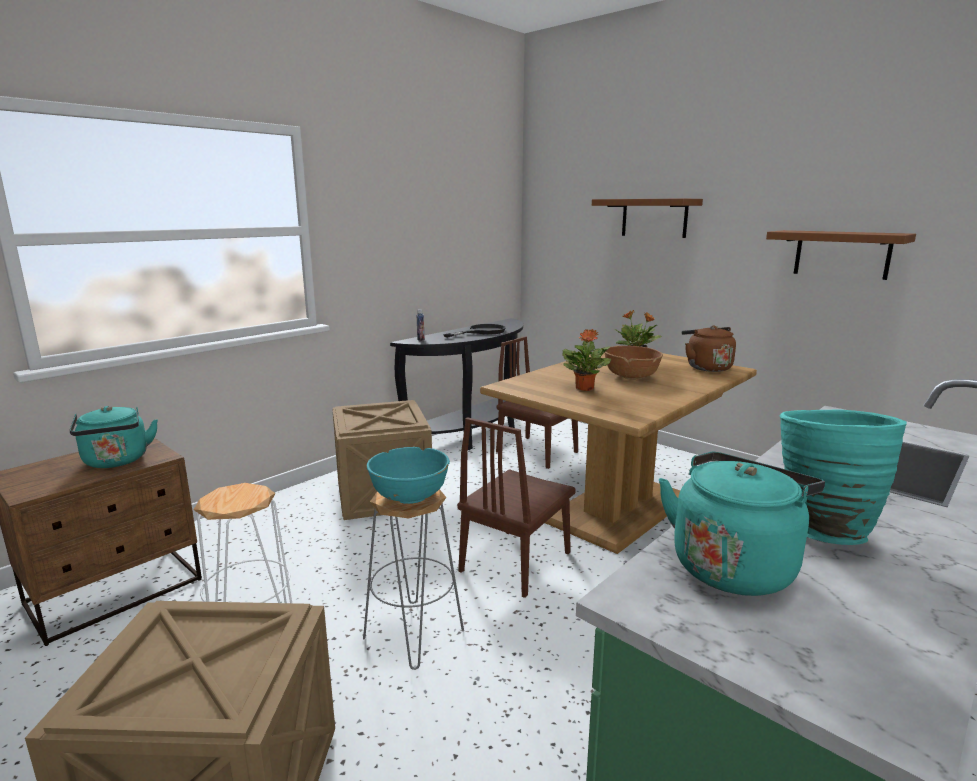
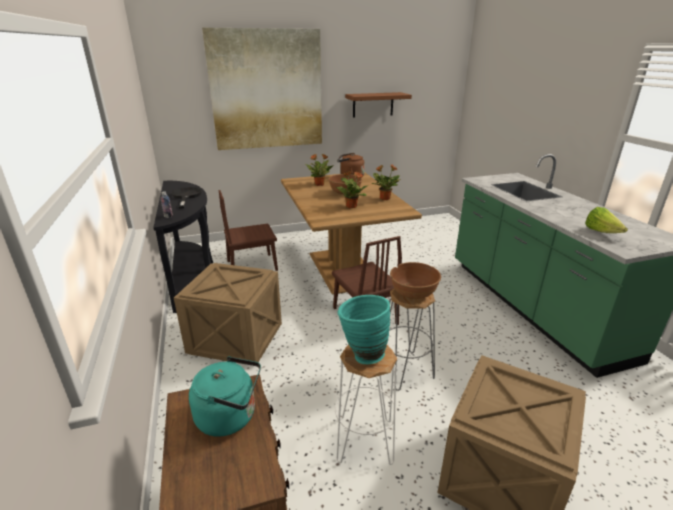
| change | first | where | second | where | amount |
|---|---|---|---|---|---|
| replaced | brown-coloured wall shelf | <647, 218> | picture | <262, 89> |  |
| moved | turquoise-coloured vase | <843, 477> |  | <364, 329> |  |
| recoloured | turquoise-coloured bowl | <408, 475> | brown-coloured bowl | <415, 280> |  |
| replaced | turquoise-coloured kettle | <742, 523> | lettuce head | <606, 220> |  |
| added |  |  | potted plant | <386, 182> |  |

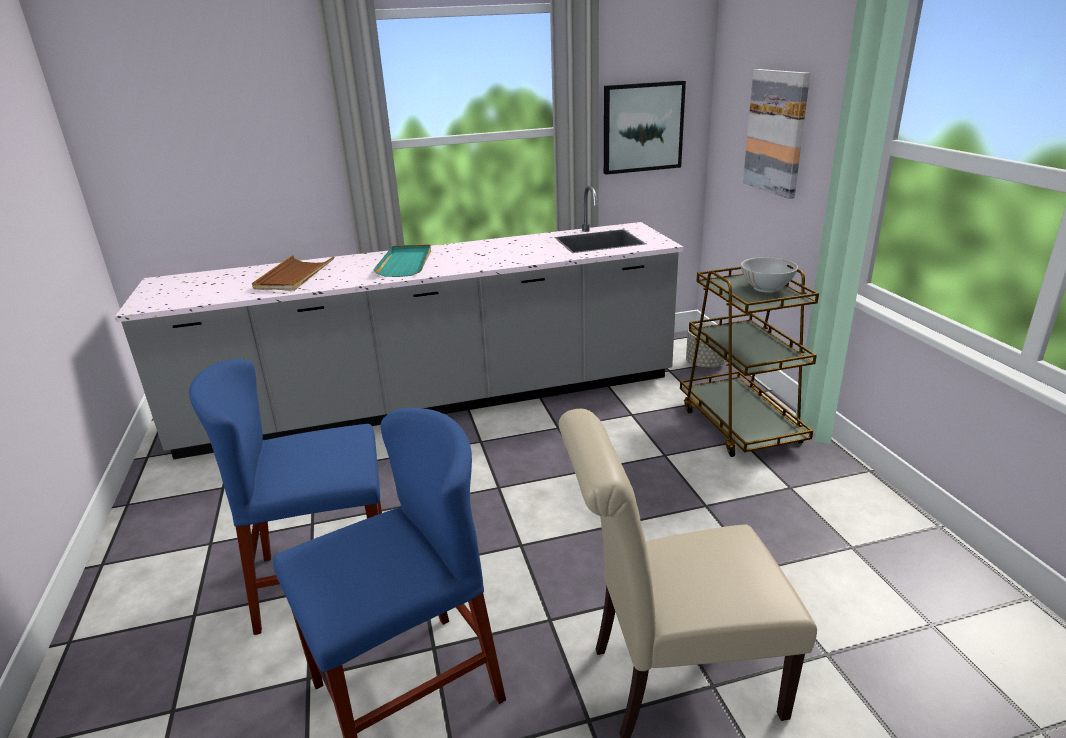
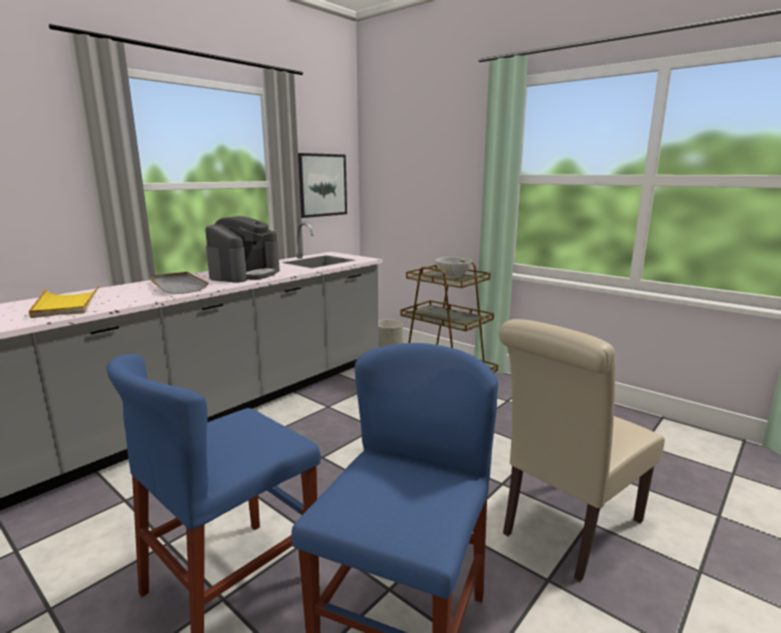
| change | first | where | second | where | amount |
|---|---|---|---|---|---|
| removed | picture | <776, 134> |  |  |  |
| recoloured | turquoise-coloured carrying tray | <402, 260> | greyish carrying tray | <179, 283> |  |
| recoloured | brown-coloured carrying tray | <293, 273> | yellow carrying tray | <64, 301> |  |
| added |  |  | coffee maker | <242, 249> |  |

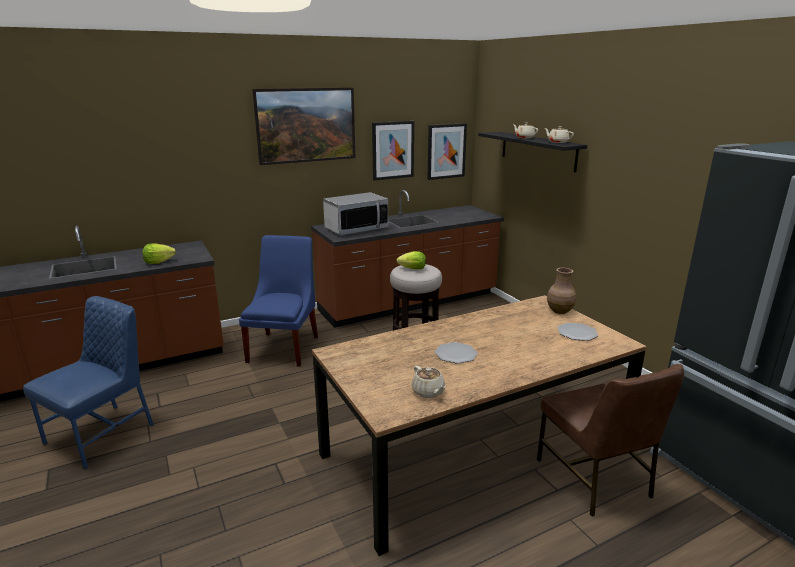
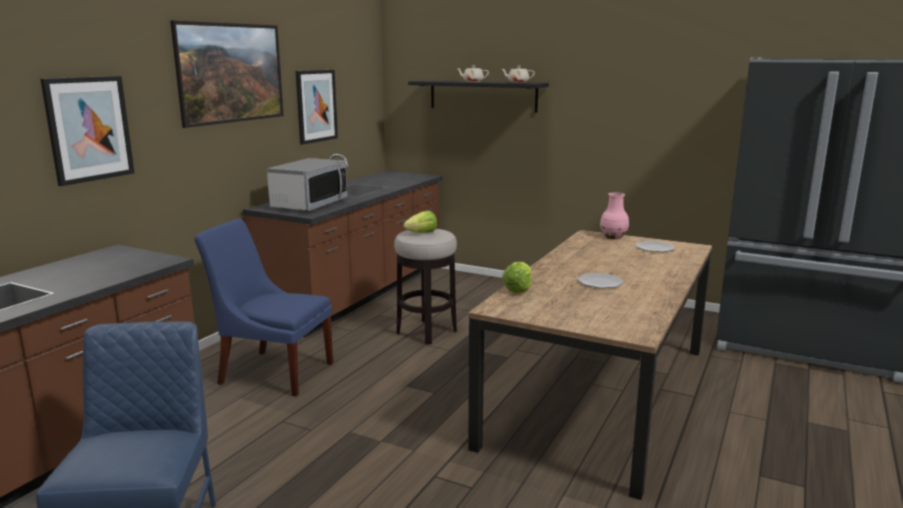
| change | first | where | second | where | amount |
|---|---|---|---|---|---|
| moved | picture | <447, 151> |  | <87, 131> |  |
| turned | bluish chair | <278, 301> |  | <264, 308> | 45 degrees counterclockwise |
| moved | lettuce head | <159, 253> |  | <517, 277> |  |
| recoloured | brown-coloured vase | <561, 291> | pink vase | <614, 216> |  |
| removed | brown-coloured chair | <610, 440> |  |  |  |
| removed | beige-coloured teapot | <428, 382> |  |  |  |

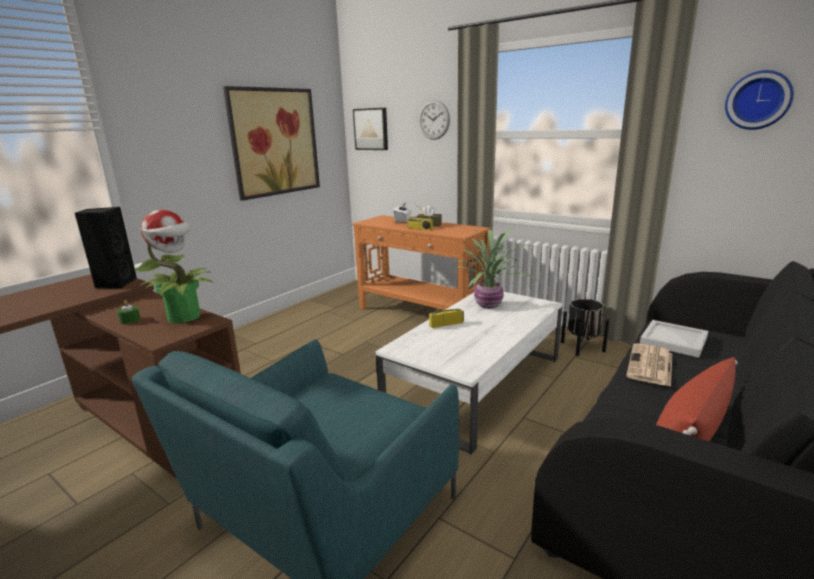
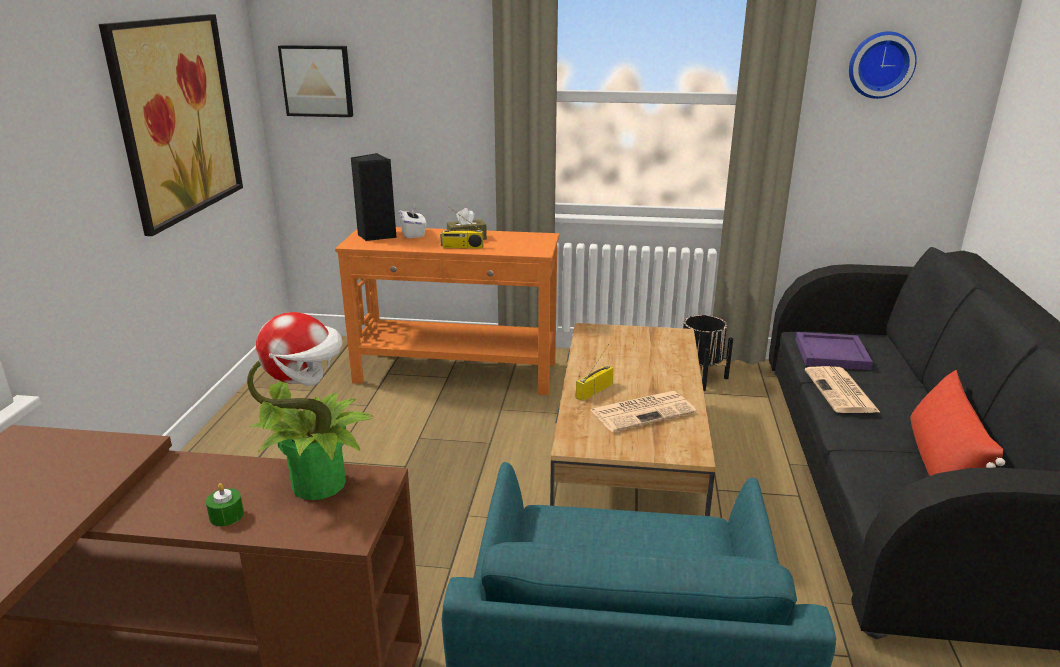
| change | first | where | second | where | amount |
|---|---|---|---|---|---|
| removed | wall clock | <434, 120> |  |  |  |
| moved | black-coloured loudspeaker | <106, 248> |  | <374, 197> |  |
| removed | potted plant | <494, 268> |  |  |  |
| recoloured | whitish low table | <469, 373> | brown-coloured low table | <633, 419> |  |
| recoloured | whitish carrying tray | <674, 339> | purple carrying tray | <834, 351> |  |
| added |  |  | newspaper | <643, 411> |  |

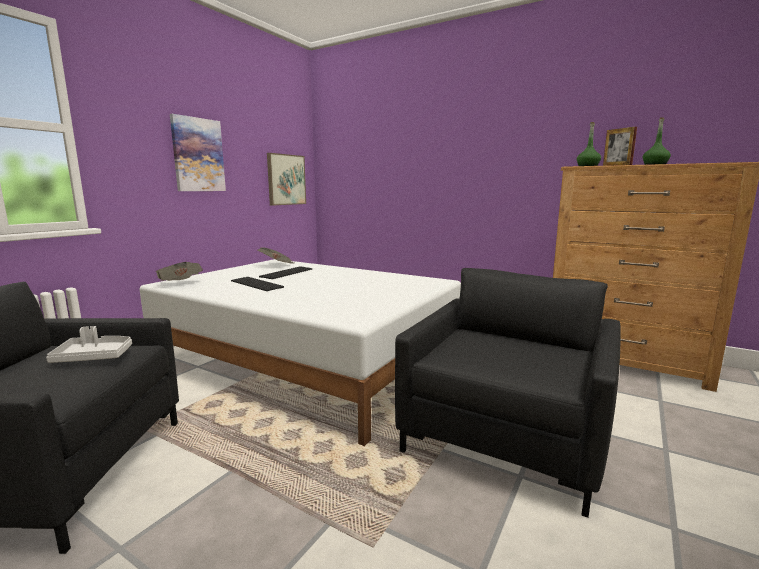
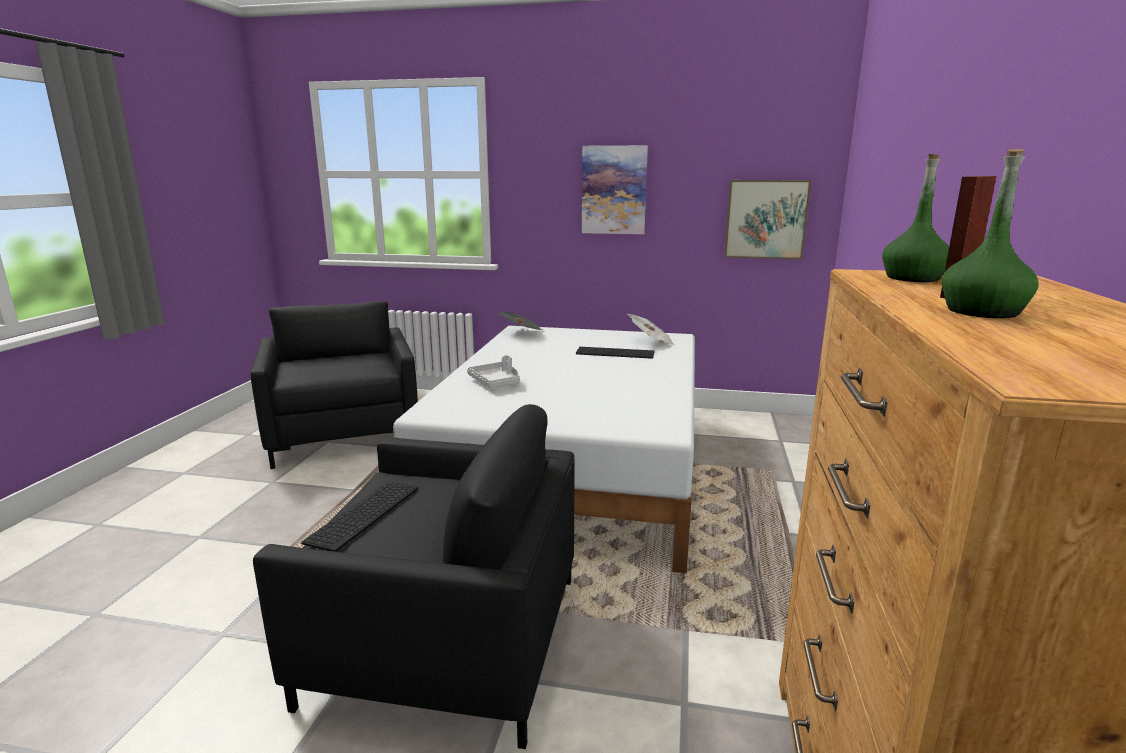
| change | first | where | second | where | amount |
|---|---|---|---|---|---|
| moved | keyboard | <257, 284> |  | <360, 516> |  |
| moved | greyish carrying tray | <89, 344> |  | <493, 371> |  |

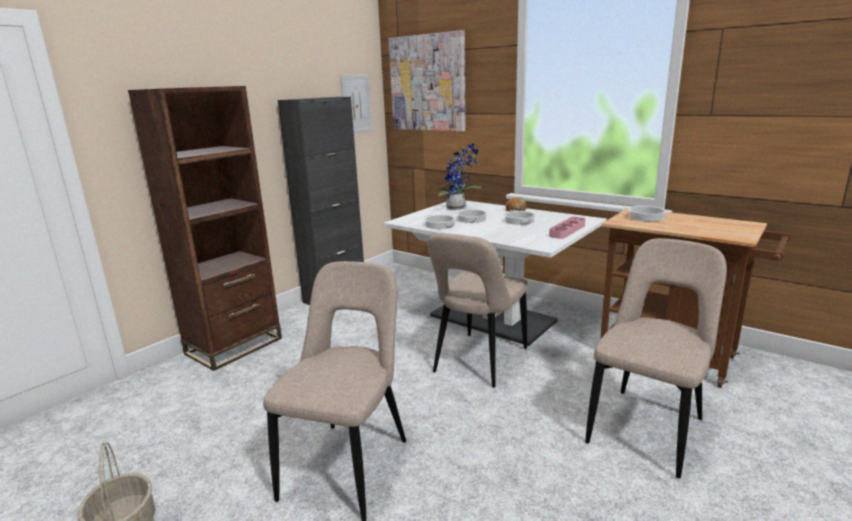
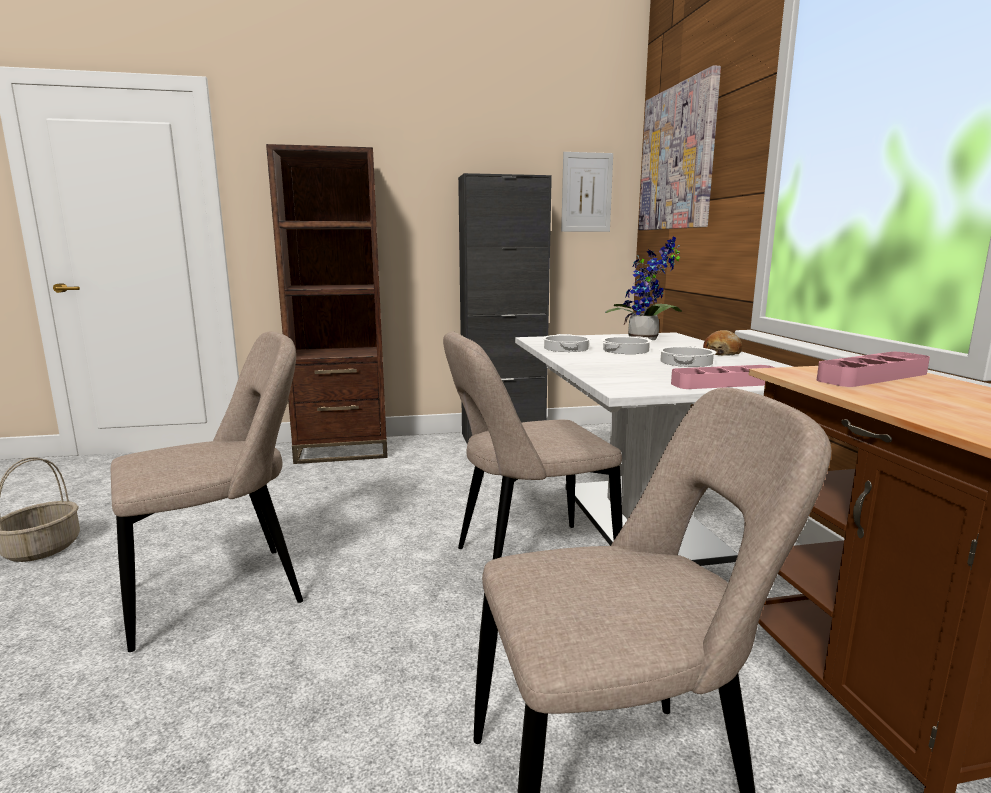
| change | first | where | second | where | amount |
|---|---|---|---|---|---|
| replaced | cooking pot | <647, 213> | pink carrying tray | <873, 369> |  |

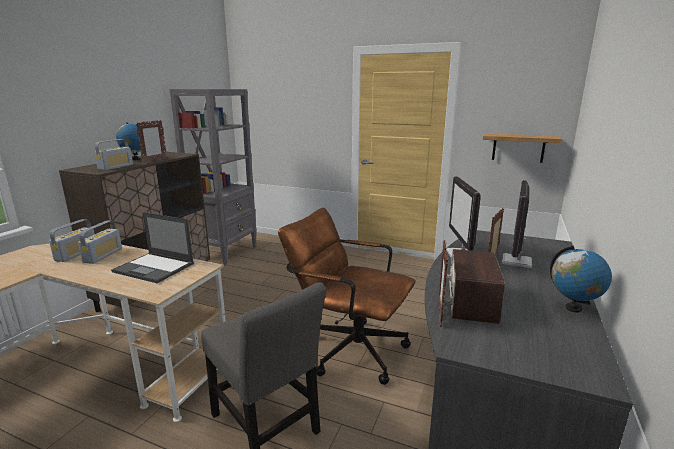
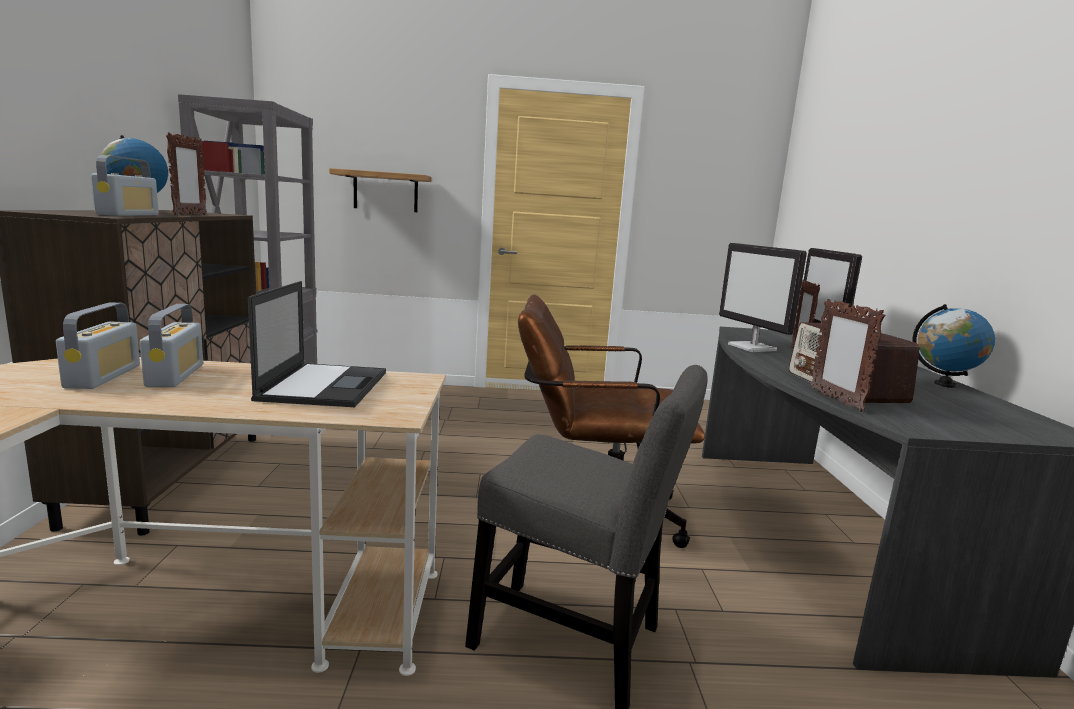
| change | first | where | second | where | amount |
|---|---|---|---|---|---|
| moved | wall shelf | <522, 148> |  | <380, 190> |  |
| turned | notebook computer | <152, 247> |  | <317, 344> | 90 degrees counterclockwise |

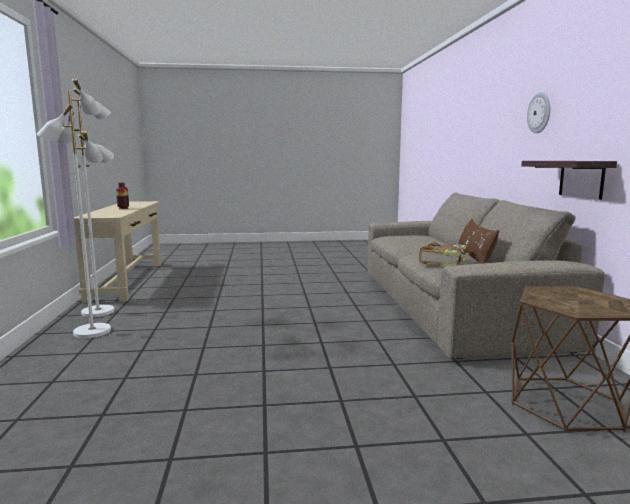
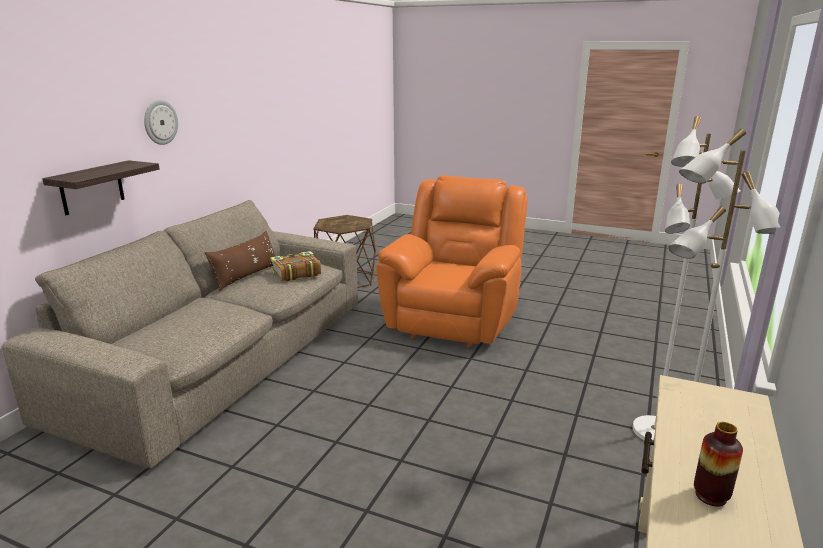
| change | first | where | second | where | amount |
|---|---|---|---|---|---|
| moved | wall shelf | <569, 180> |  | <101, 187> |  |
| added |  |  | orange easy chair | <452, 261> |  |

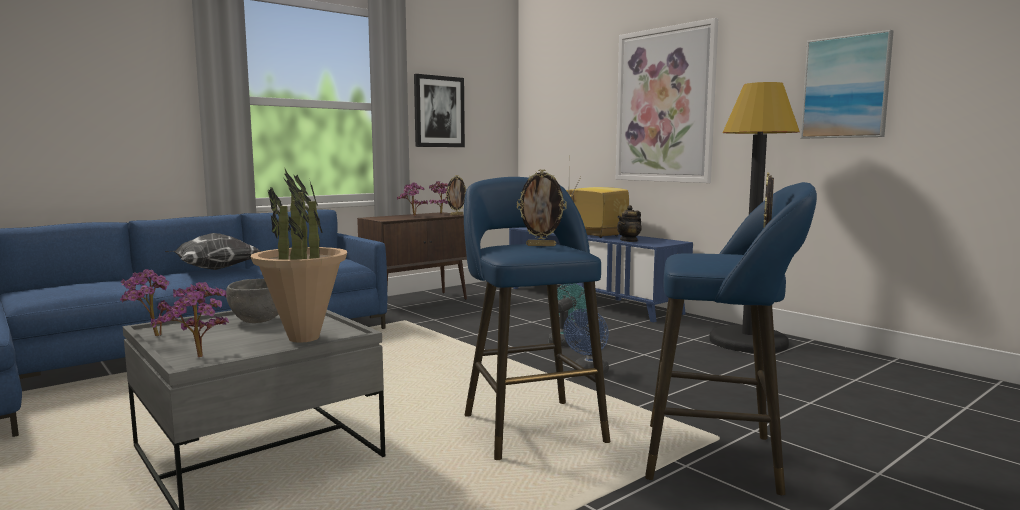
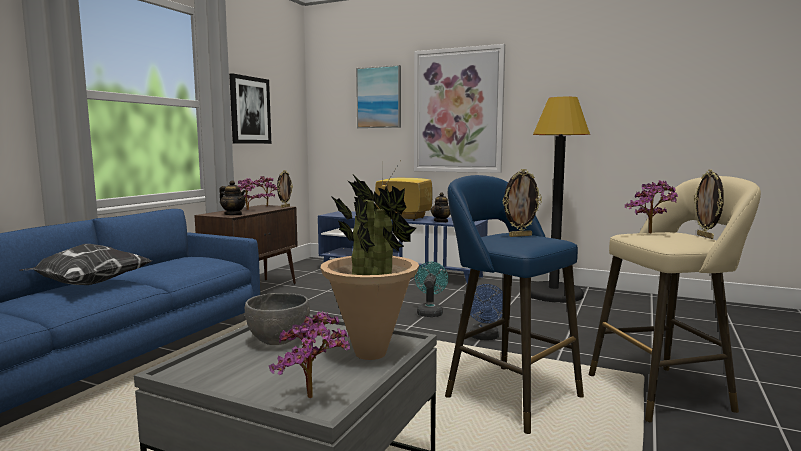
| change | first | where | second | where | amount |
|---|---|---|---|---|---|
| moved | picture | <847, 84> |  | <378, 96> |  |
| recoloured | bluish stool | <731, 338> | beige-coloured stool | <675, 299> |  |
| moved | potted plant | <149, 302> |  | <651, 207> |  |
| added |  |  | teapot | <232, 197> |  |

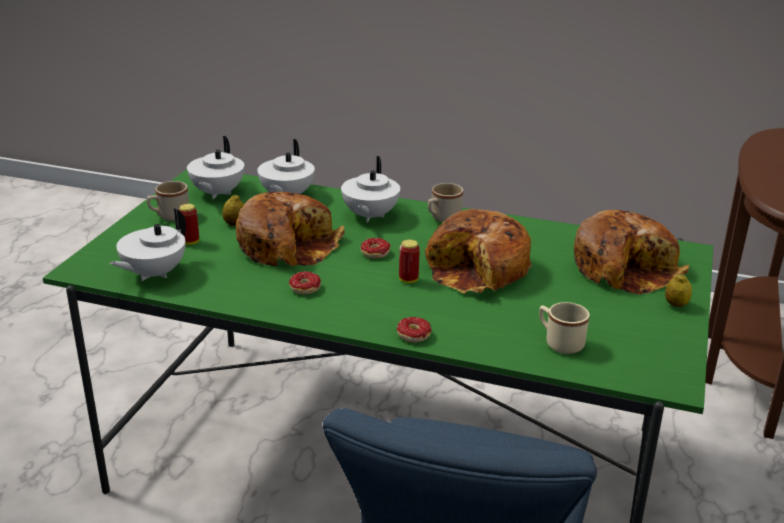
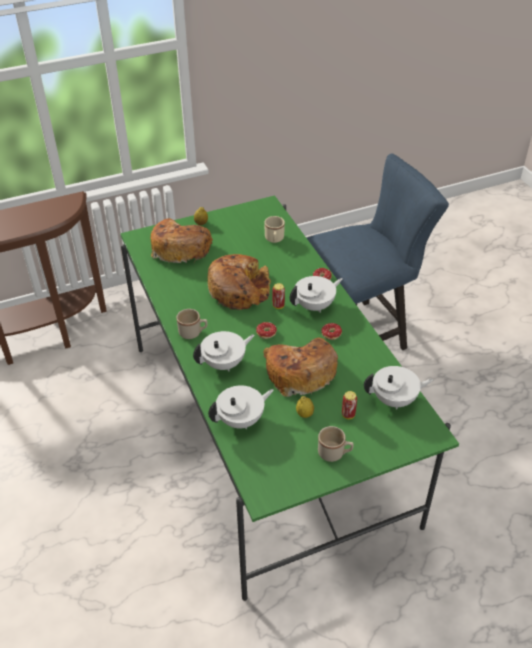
| change | first | where | second | where | amount |
|---|---|---|---|---|---|
| moved | whitish teapot | <215, 168> |  | <316, 294> |  |

